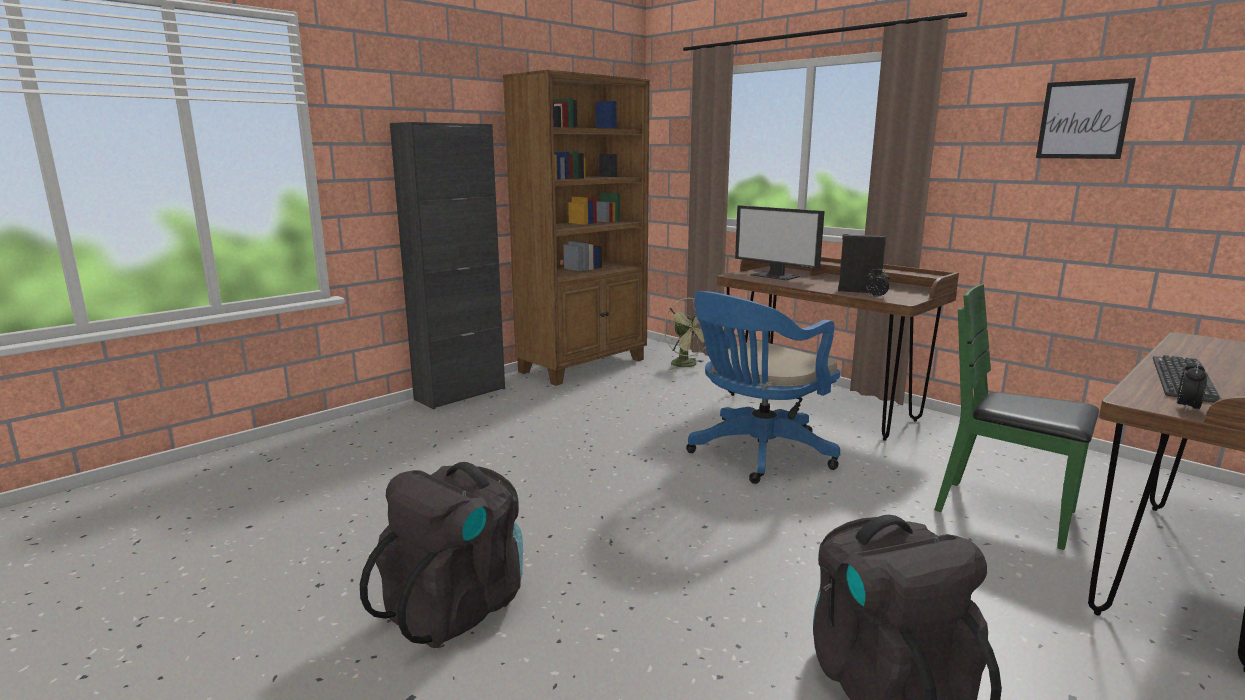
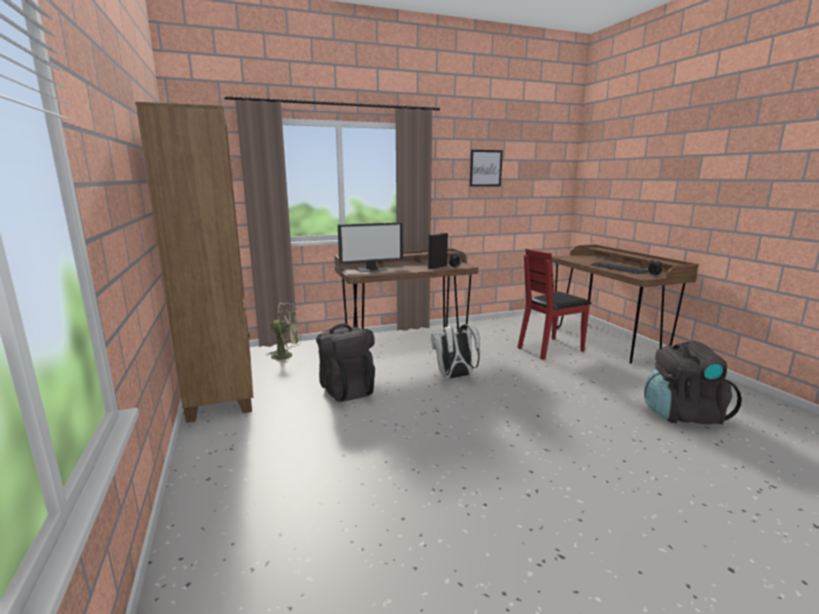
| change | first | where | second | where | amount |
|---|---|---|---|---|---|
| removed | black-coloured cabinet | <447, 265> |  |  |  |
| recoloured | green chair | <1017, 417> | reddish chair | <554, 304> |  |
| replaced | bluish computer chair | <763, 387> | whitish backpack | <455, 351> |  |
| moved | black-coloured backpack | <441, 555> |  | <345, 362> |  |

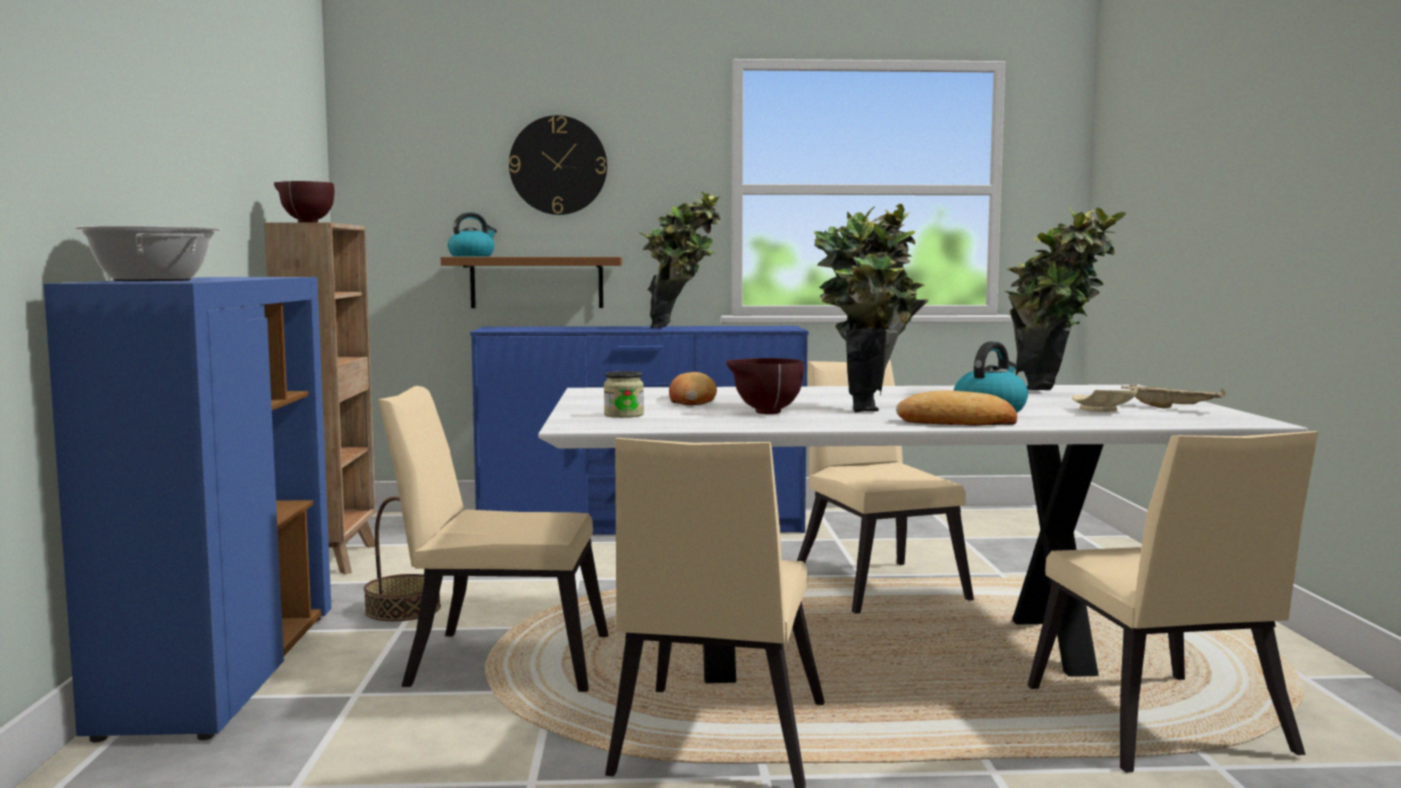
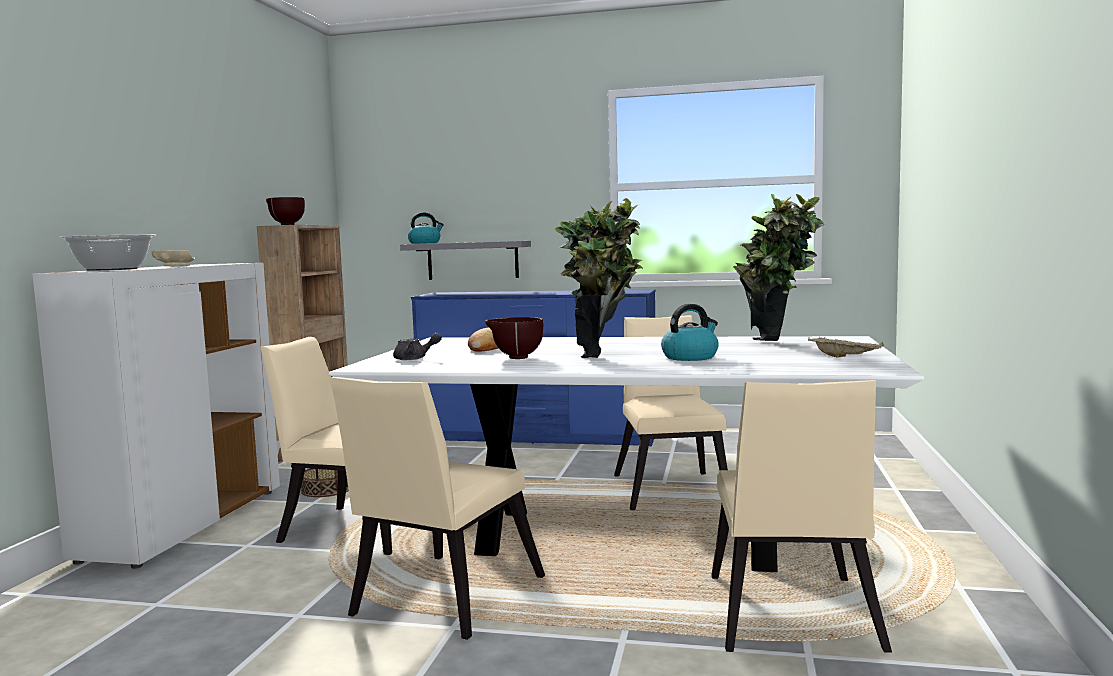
| change | first | where | second | where | amount |
|---|---|---|---|---|---|
| removed | wall clock | <558, 165> |  |  |  |
| removed | potted plant | <679, 259> |  |  |  |
| recoloured | brown-coloured wall shelf | <531, 282> | greyish wall shelf | <465, 260> |  |
| recoloured | bluish cabinet | <187, 509> | whitish cabinet | <156, 415> |  |
| replaced | preserve jar | <624, 394> | greyish teapot | <417, 346> |  |
| moved | beige-coloured flat dish | <1105, 400> |  | <173, 258> |  |
| removed | bread | <956, 408> |  |  |  |

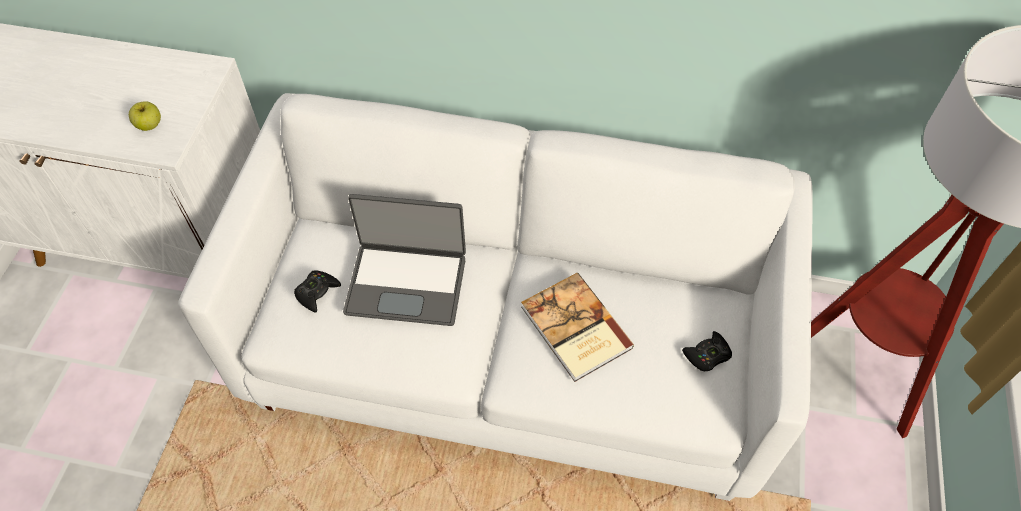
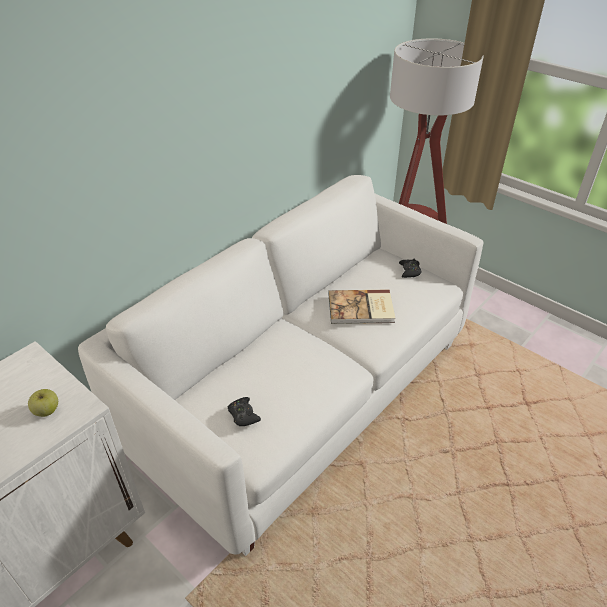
| change | first | where | second | where | amount |
|---|---|---|---|---|---|
| removed | notebook computer | <404, 260> |  |  |  |

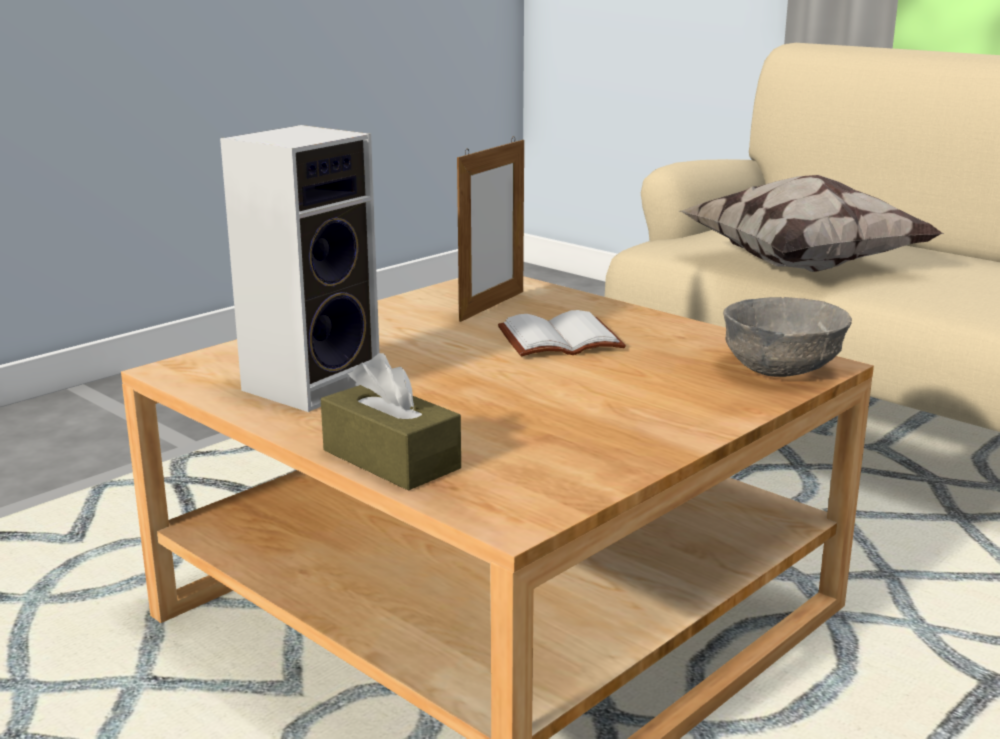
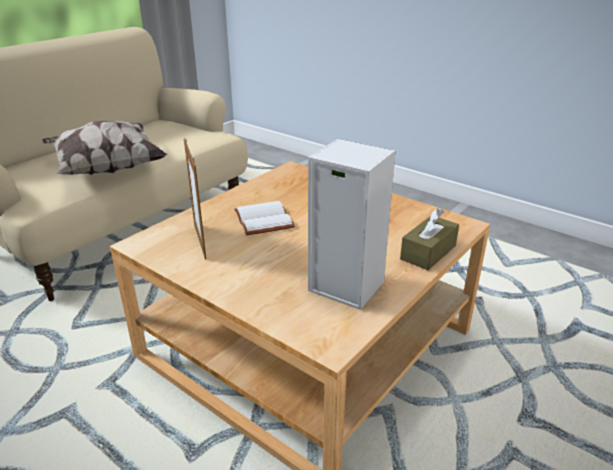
| change | first | where | second | where | amount |
|---|---|---|---|---|---|
| turned | photo frame | <490, 229> |  | <195, 199> | 135 degrees counterclockwise |
| removed | greyish bowl | <787, 337> |  |  |  |

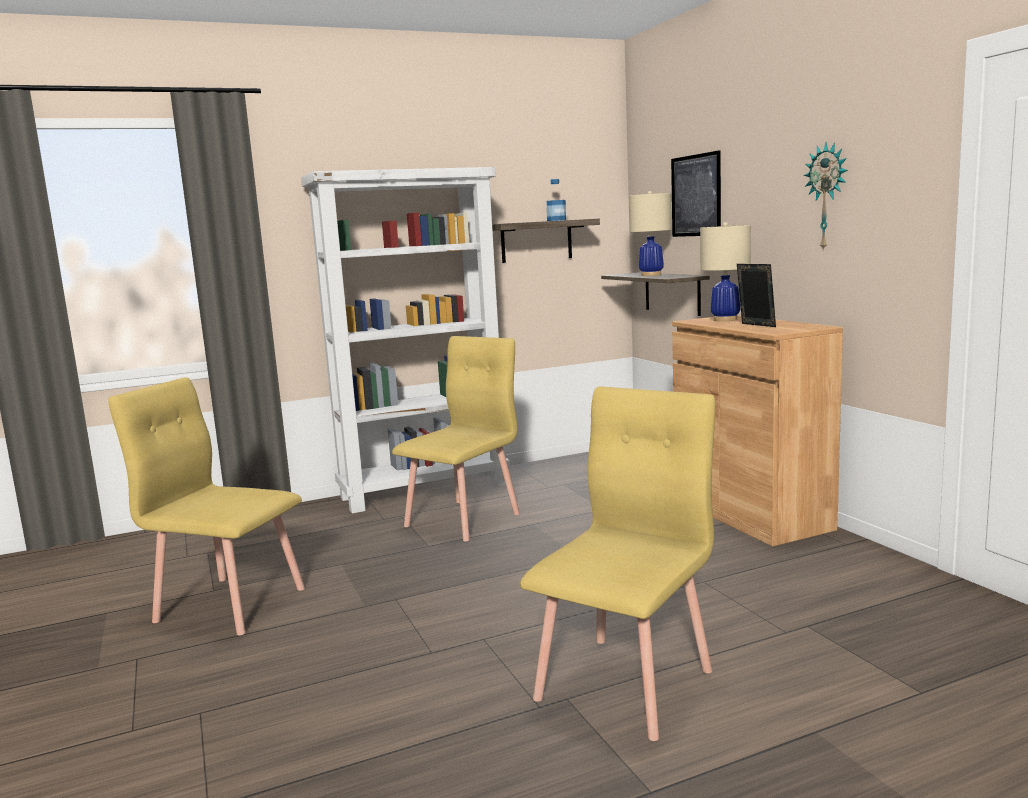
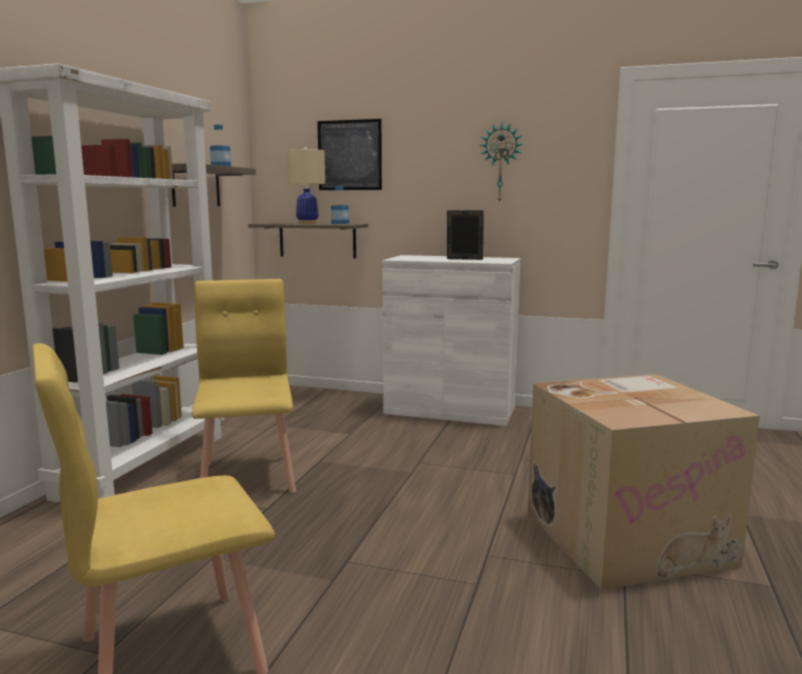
| change | first | where | second | where | amount |
|---|---|---|---|---|---|
| removed | beige-coloured table lamp | <725, 271> |  |  |  |
| recoloured | brown-coloured cabinet | <757, 431> | whitish cabinet | <451, 340> |  |
| replaced | yellow chair | <617, 563> | carton | <644, 482> |  |
| added |  |  | beverage bottle | <340, 205> |  |

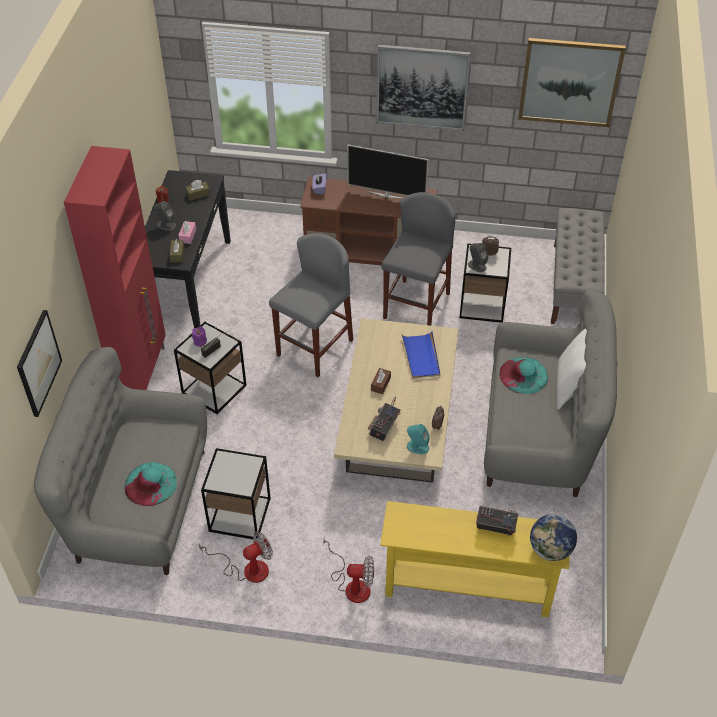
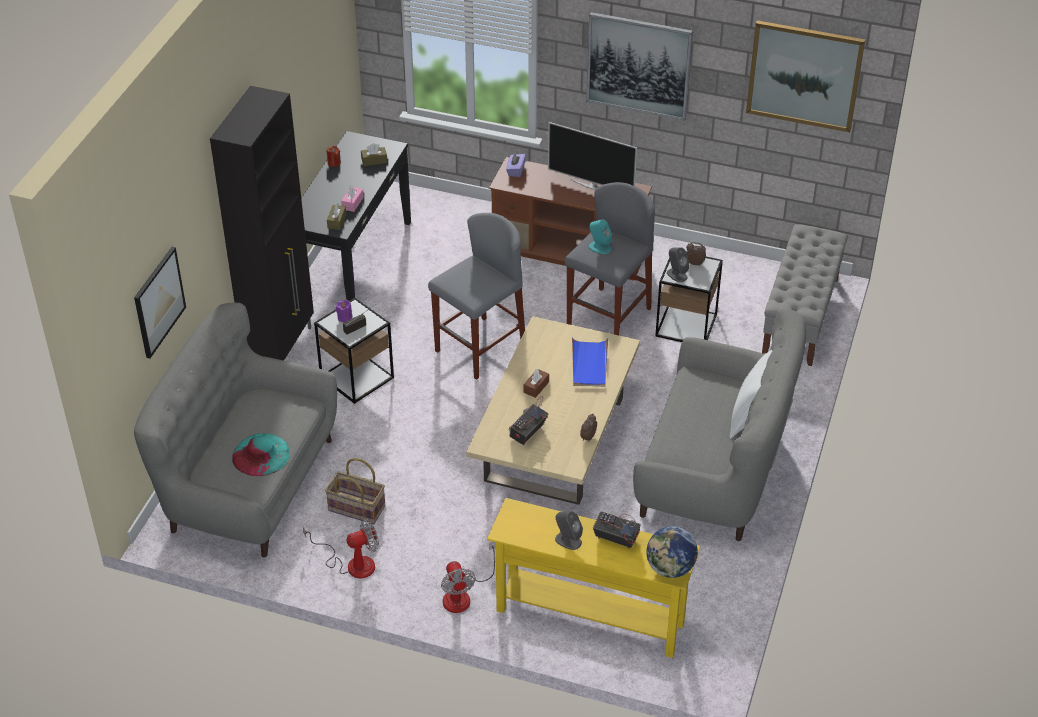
| change | first | where | second | where | amount |
|---|---|---|---|---|---|
| recoloured | reddish cabinet | <115, 268> | black-coloured cabinet | <262, 223> |  |
| moved | greyish loudspeaker | <165, 216> |  | <569, 530> |  |
| removed | turquoise-coloured hat | <523, 375> |  |  |  |
| moved | turquoise-coloured loudspeaker | <418, 439> |  | <600, 236> |  |
| replaced | end table | <236, 494> | household basket | <355, 491> |  |
| turned | electric fan | <348, 571> |  | <468, 577> | 60 degrees clockwise |

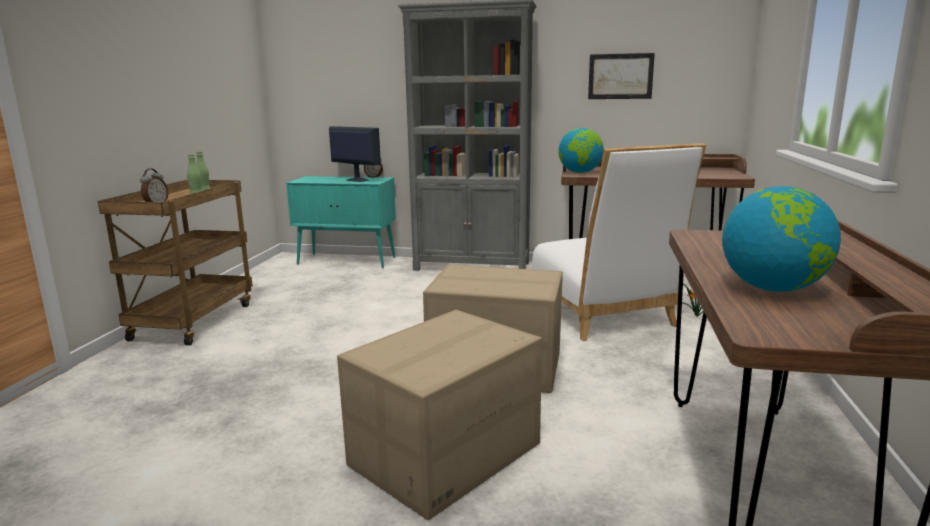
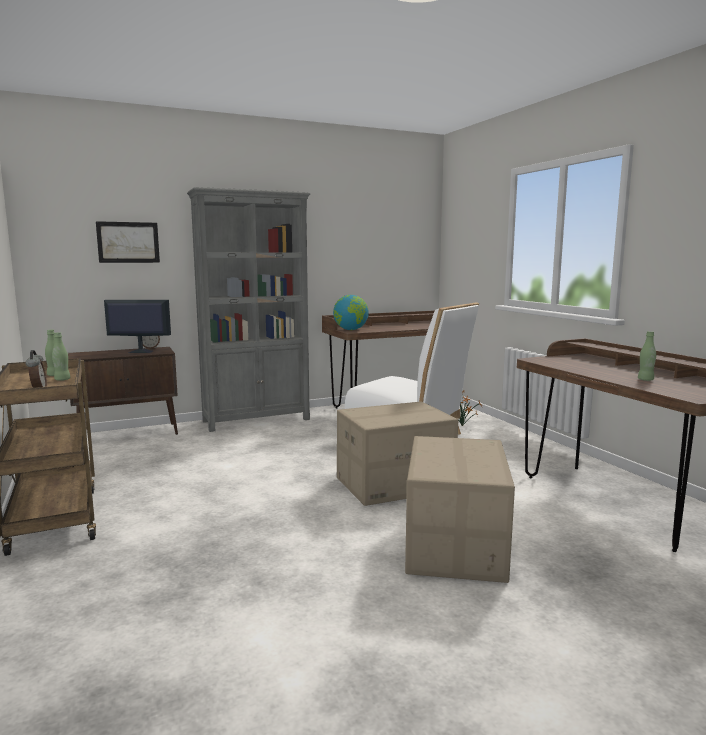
| change | first | where | second | where | amount |
|---|---|---|---|---|---|
| moved | picture | <621, 76> |  | <128, 242> |  |
| recoloured | turquoise-coloured cabinet | <341, 222> | brown-coloured cabinet | <123, 391> |  |
| replaced | world globe | <781, 239> | green beverage bottle | <647, 356> |  |

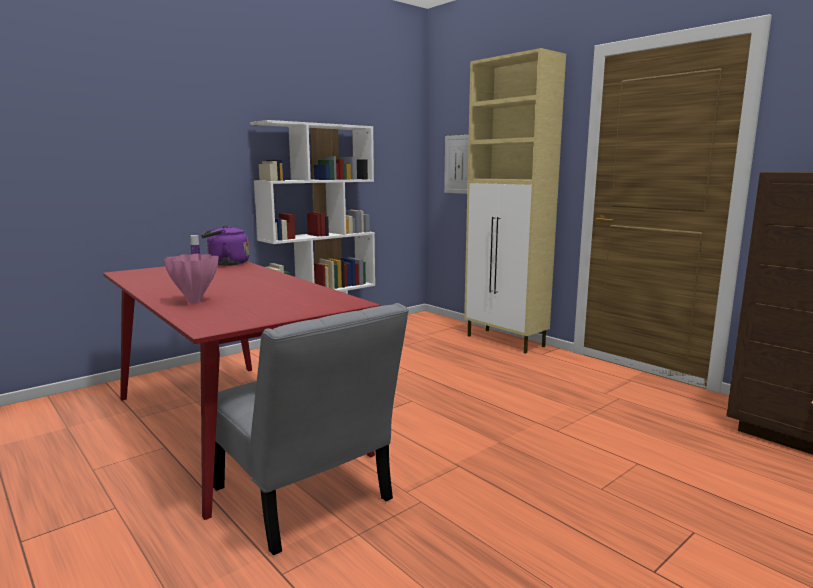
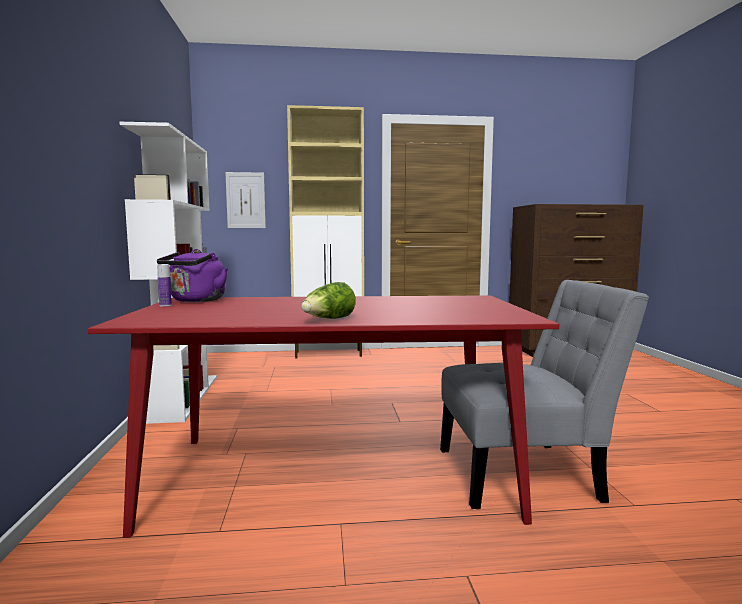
| change | first | where | second | where | amount |
|---|---|---|---|---|---|
| removed | pink vase | <191, 278> |  |  |  |
| added |  |  | lettuce head | <328, 300> |  |

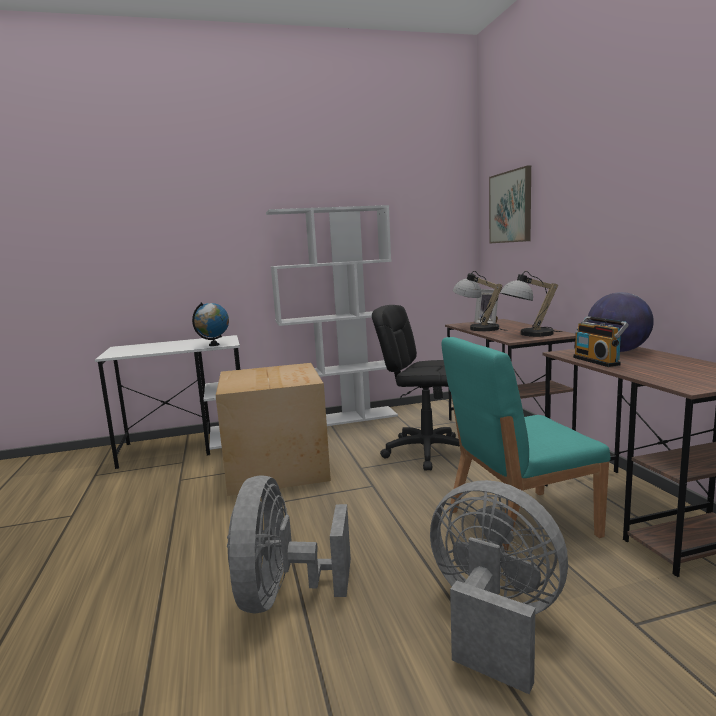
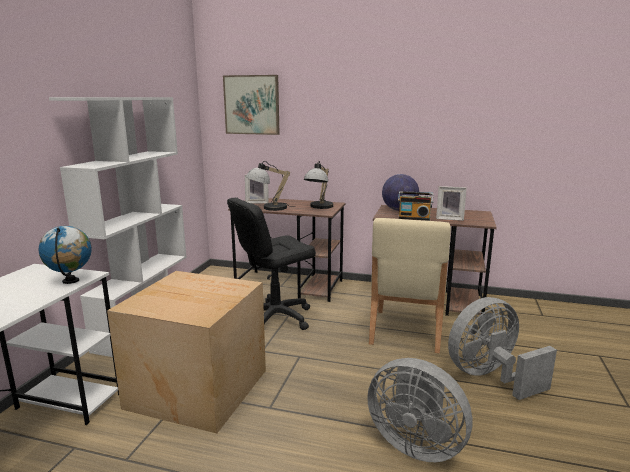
| change | first | where | second | where | amount |
|---|---|---|---|---|---|
| recoloured | turquoise-coloured chair | <526, 444> | beige-coloured chair | <410, 285> |  |
| added |  |  | photo frame | <451, 203> |  |

